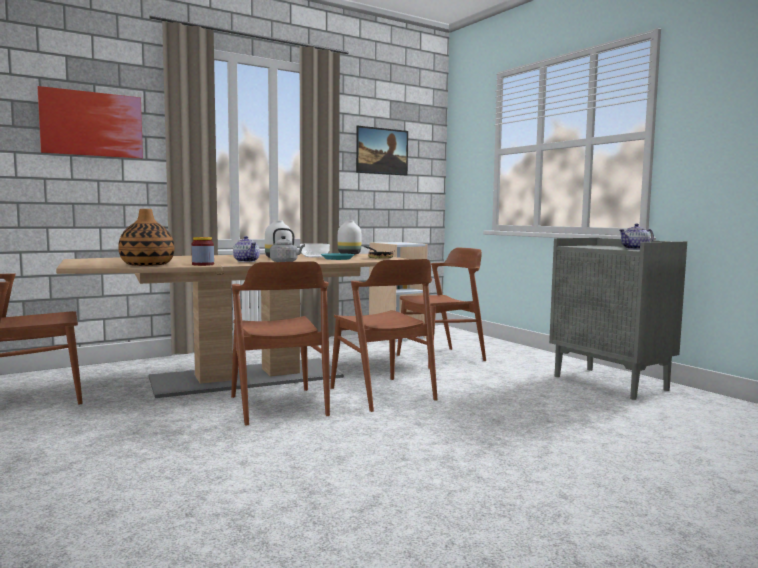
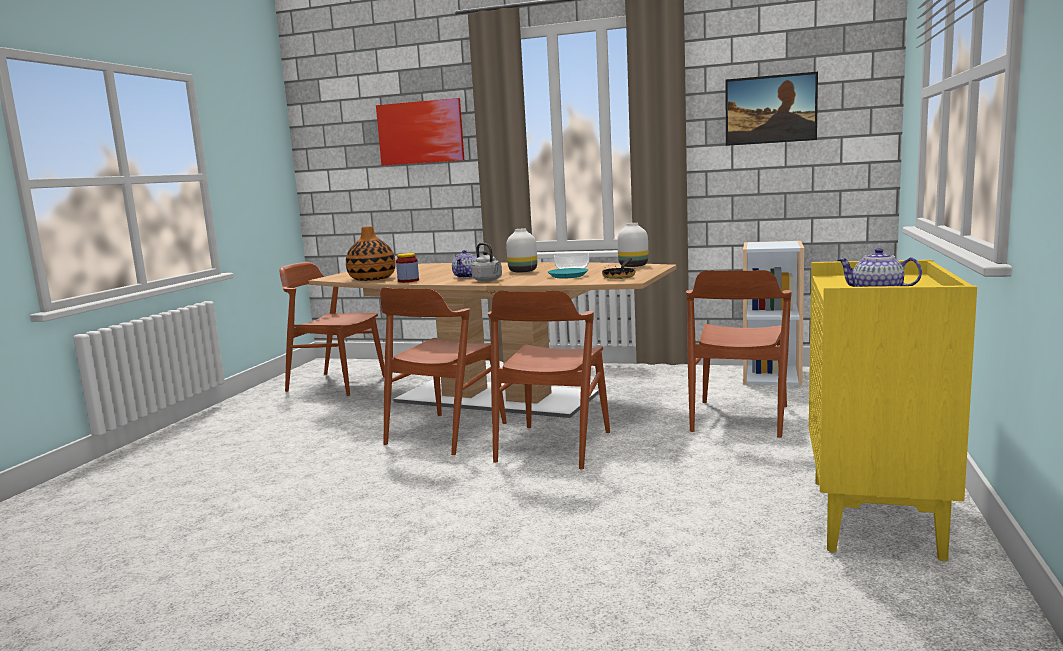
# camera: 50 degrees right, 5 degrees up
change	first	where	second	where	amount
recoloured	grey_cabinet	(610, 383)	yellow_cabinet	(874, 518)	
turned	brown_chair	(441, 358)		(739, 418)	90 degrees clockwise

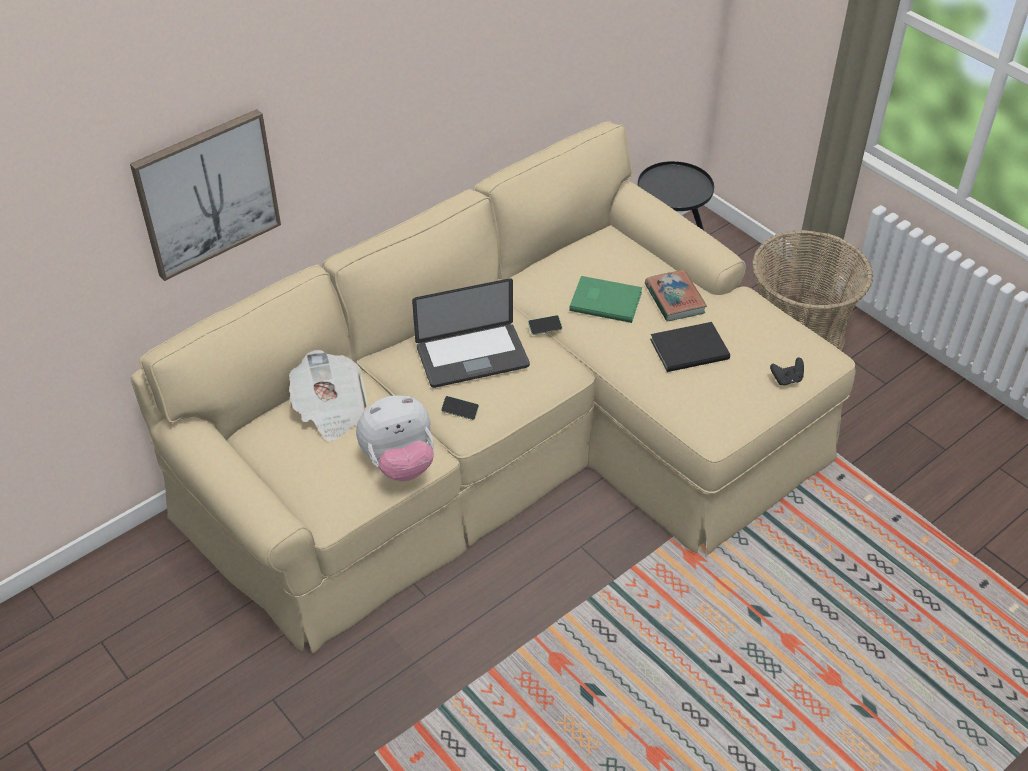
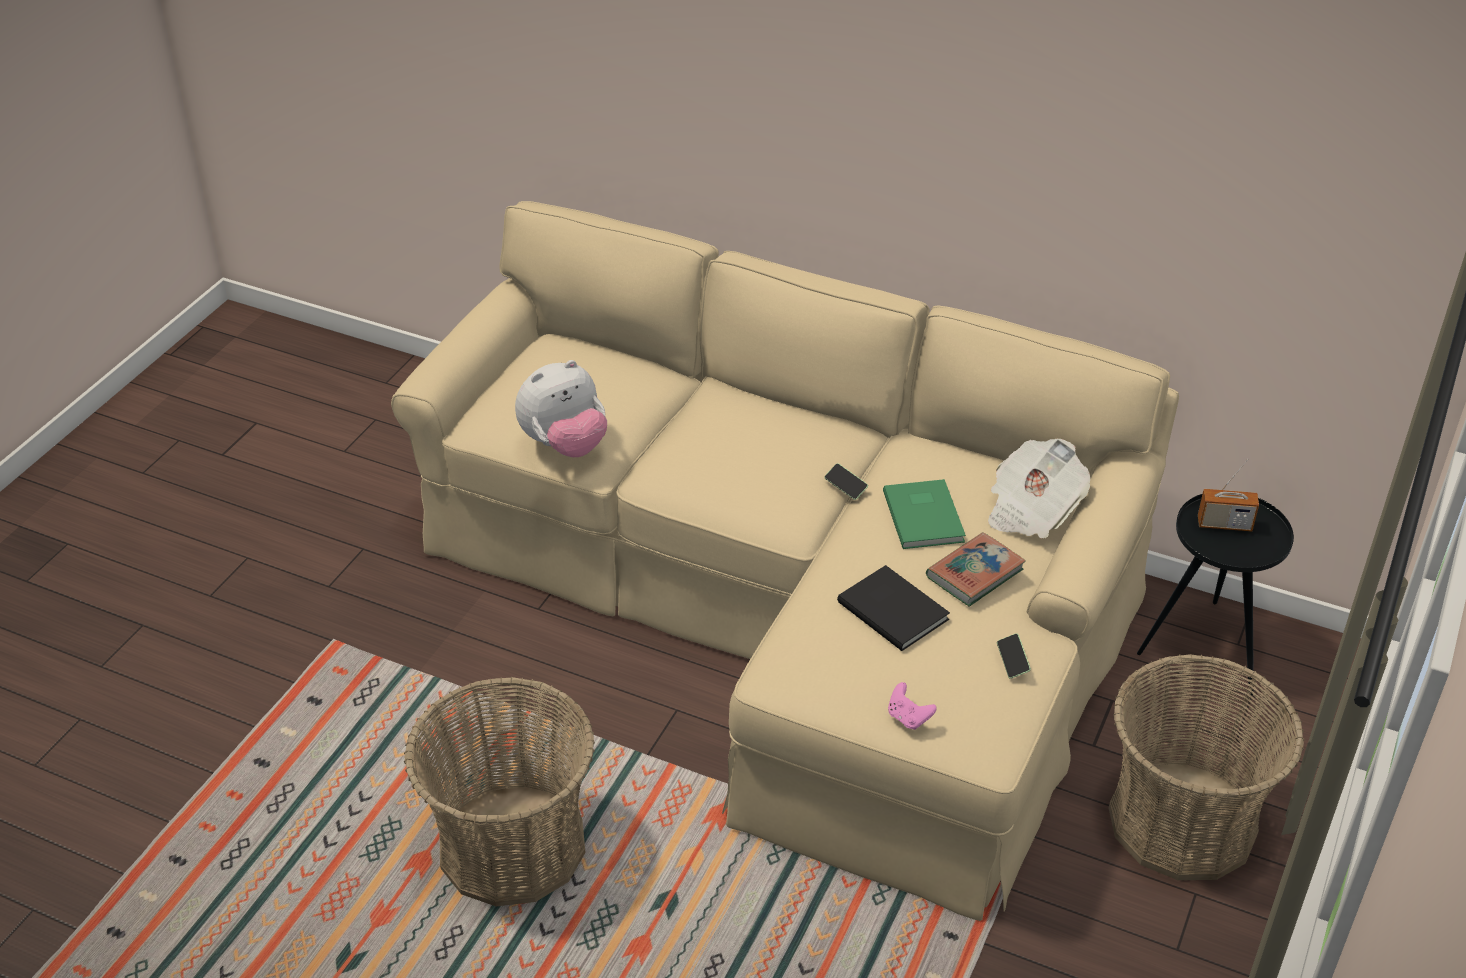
# camera: 65 degrees right, 5 degrees down
change	first	where	second	where	amount
removed	picture	(207, 193)			
removed	laptop	(472, 357)			
added			basket	(513, 846)	
added			radio	(1224, 524)	
moved	newspaper	(330, 410)		(1031, 509)	
moved	phone	(460, 411)		(1012, 661)	
recoloured	black_game_controller	(787, 379)	pink_game_controller	(908, 718)	
turned	plush_toy	(399, 463)		(565, 445)	75 degrees counterclockwise

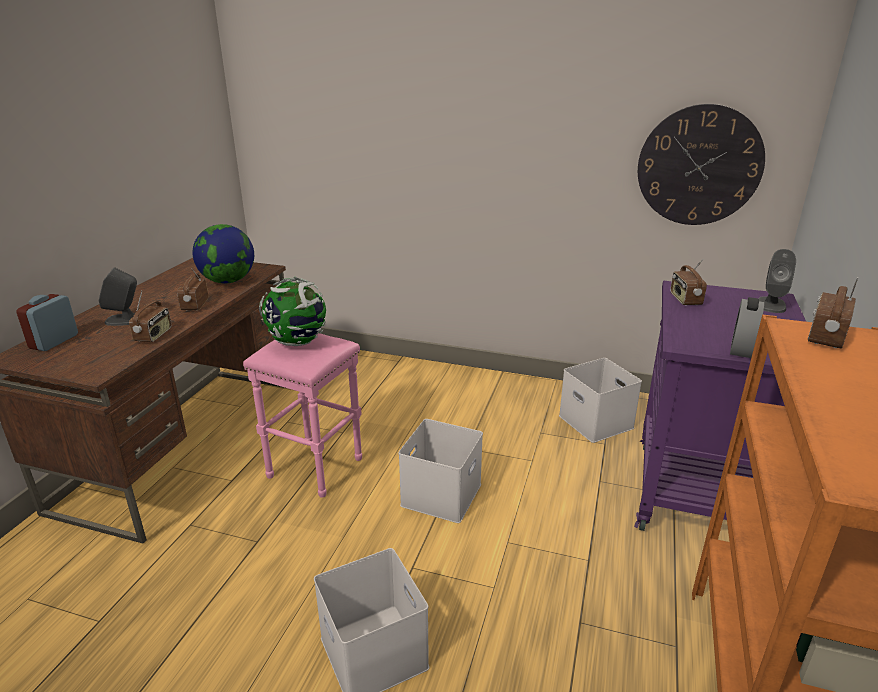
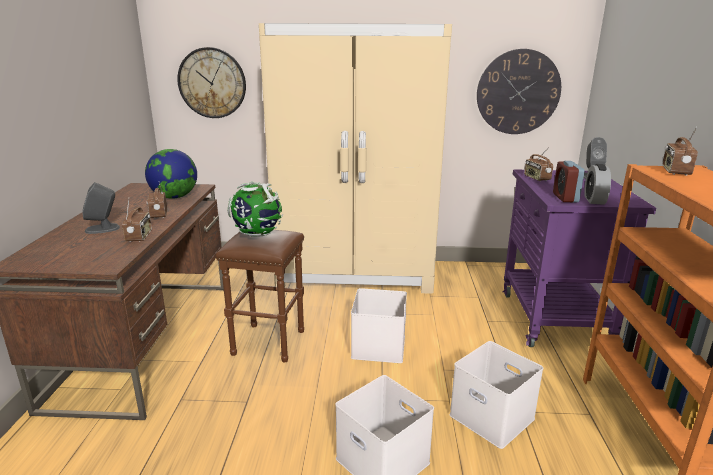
# camera: 15 degrees left, 5 degrees down
change	first	where	second	where	amount
added			wall_clock	(212, 83)	
added			beige_cabinet	(356, 276)	
moved	alarm_clock	(54, 341)		(565, 198)	
moved	white_storage_box	(597, 422)		(494, 417)	
recoloured	pink_stool	(315, 469)	brown_stool	(269, 343)	

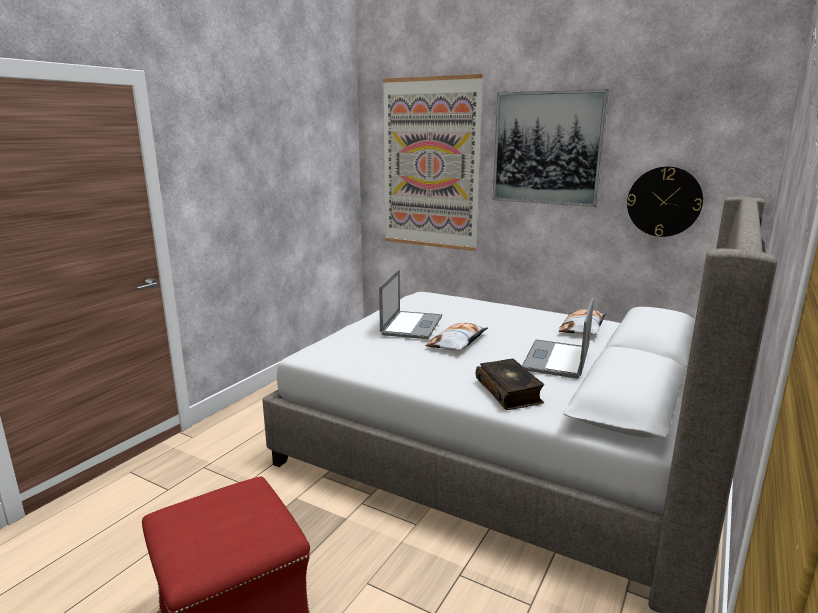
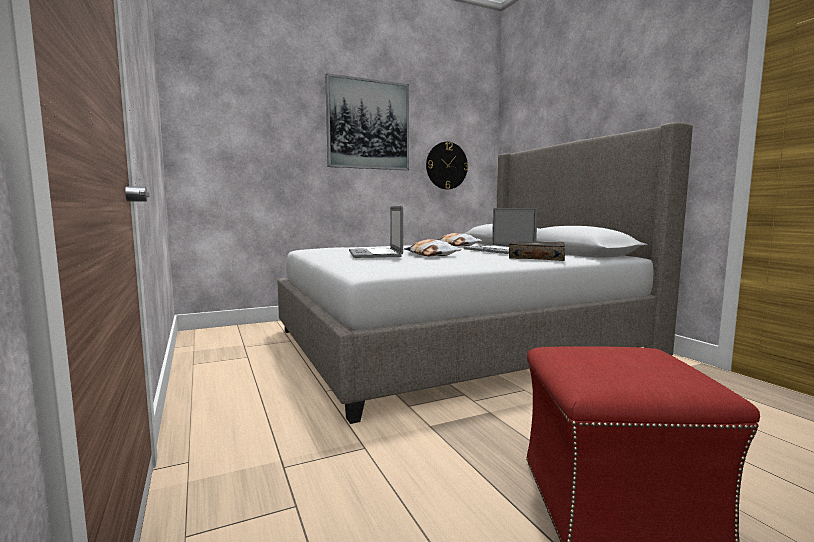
# camera: 55 degrees left, 10 degrees down
change	first	where	second	where	amount
removed	picture	(430, 164)			
turned	laptop	(412, 325)		(374, 254)	150 degrees counterclockwise

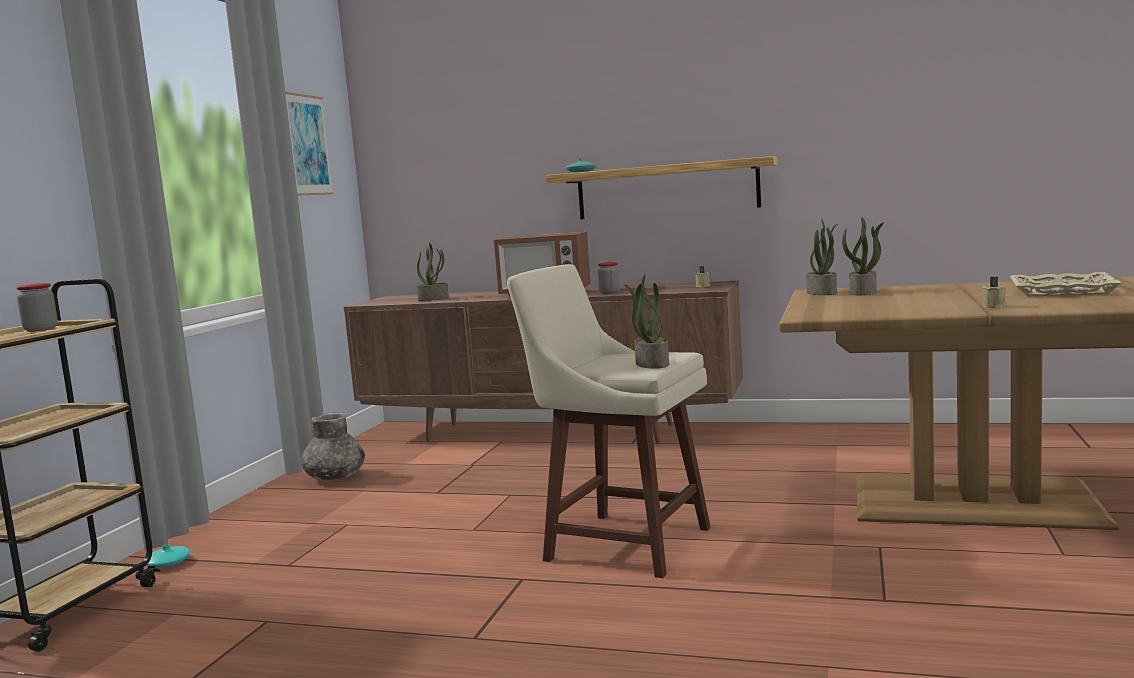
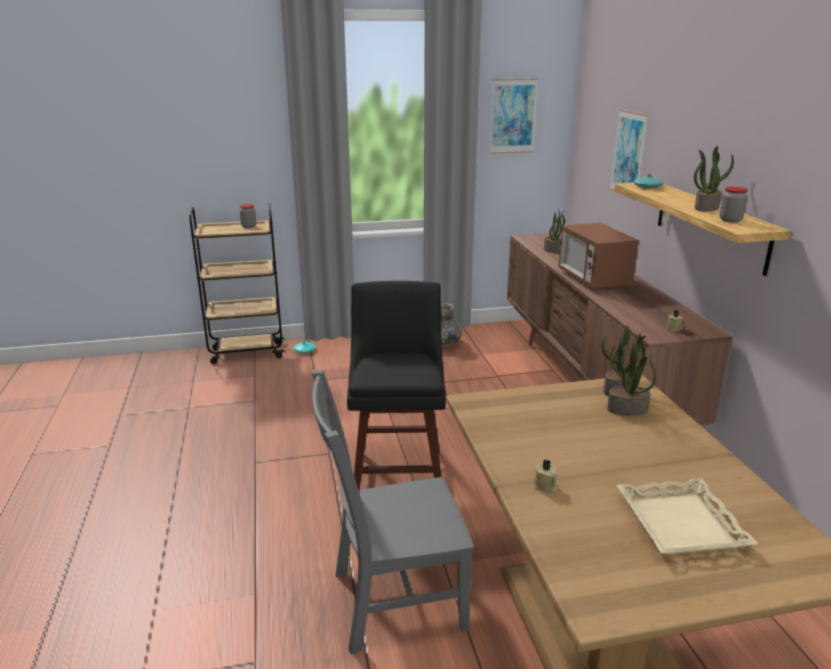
# camera: 60 degrees right, 15 degrees up
change	first	where	second	where	amount
added			grey_chair	(392, 601)	
added			picture	(628, 154)	
moved	jar	(609, 293)		(730, 220)	
moved	potted_plant	(651, 364)		(706, 208)	
recoloured	beige_stool	(621, 542)	black_stool	(398, 471)	

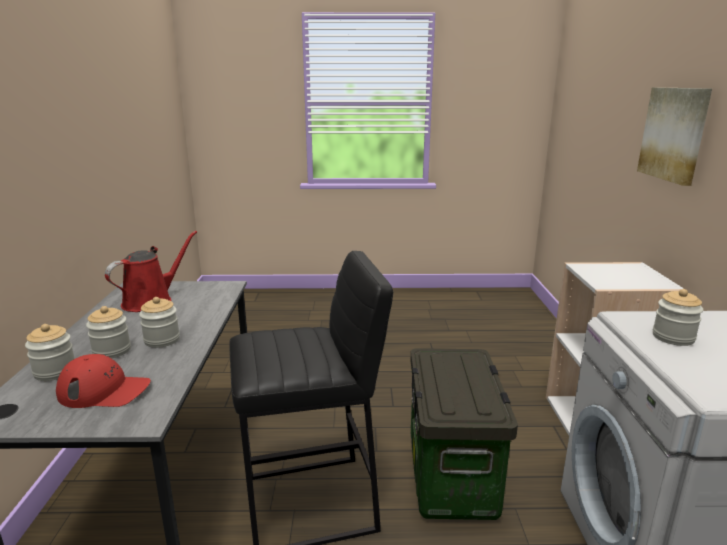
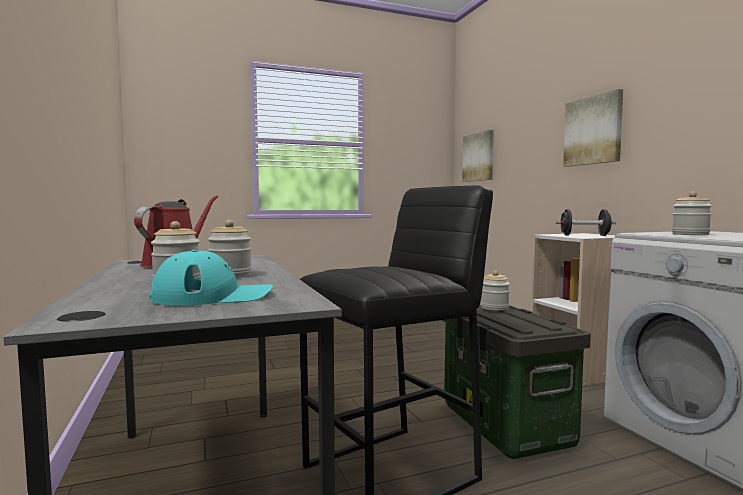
# camera: 20 degrees left, 15 degrees down
change	first	where	second	where	amount
added			picture	(479, 157)	
added			black_dumbbell	(584, 235)	
moved	jar	(55, 371)		(494, 307)	
recoloured	red_cap	(104, 390)	turquoise_cap	(213, 296)	

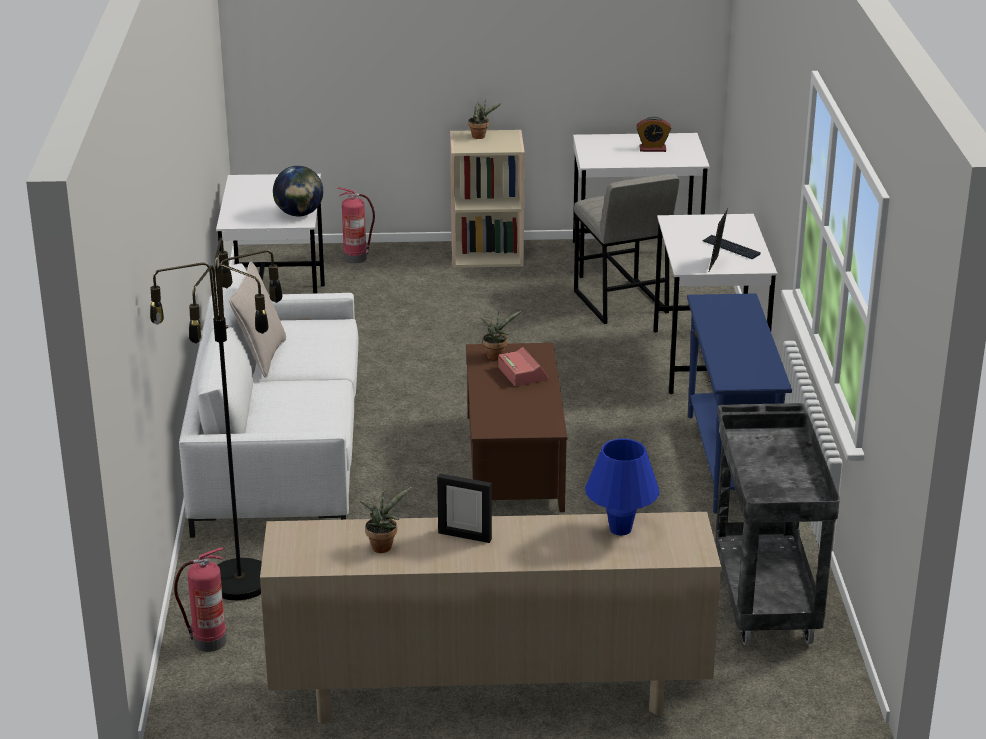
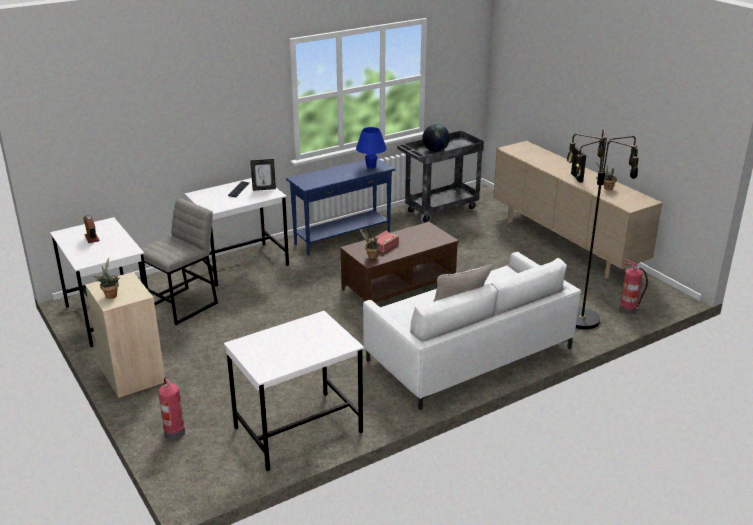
# camera: 120 degrees left, 0 degrees up
change	first	where	second	where	amount
moved	globe	(299, 214)		(435, 151)	
moved	blue_table_lamp	(620, 529)		(371, 166)	

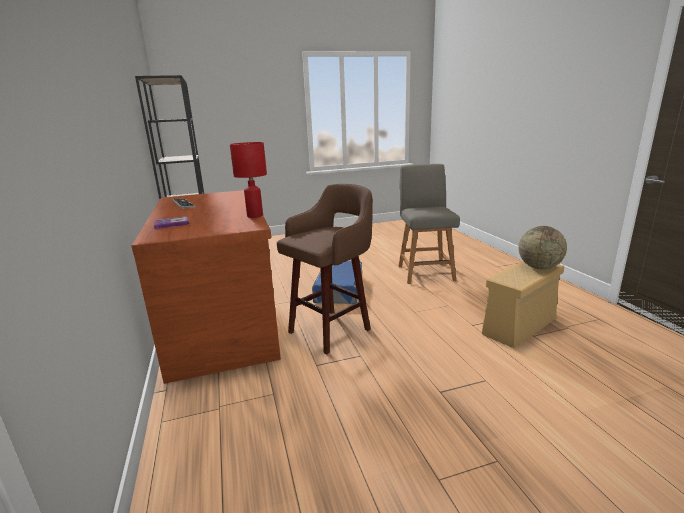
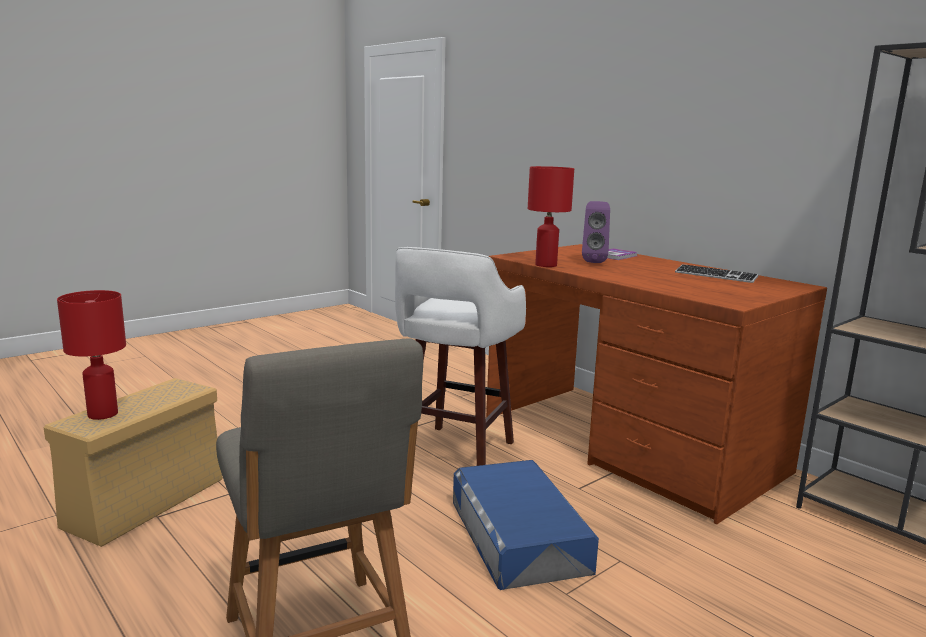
# camera: 155 degrees right, 5 degrees down
change	first	where	second	where	amount
added			purple_speaker	(593, 262)	
replaced	globe	(539, 267)	red_table_lamp	(102, 414)	
recoloured	brown_stool	(332, 330)	white_stool	(455, 454)	

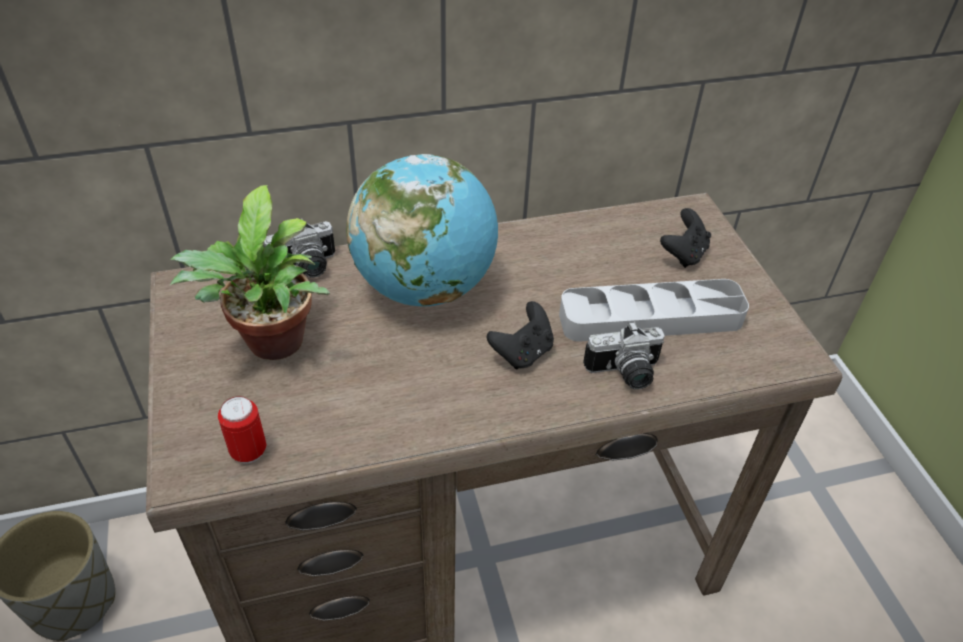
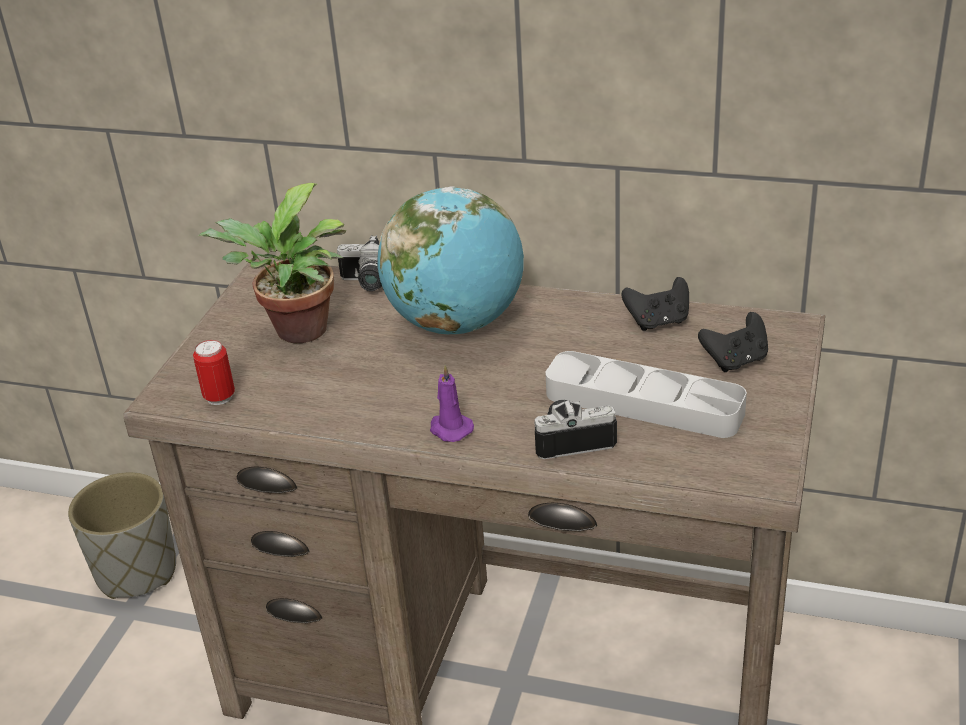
# camera: 35 degrees right, 10 degrees down
change	first	where	second	where	amount
added			purple_candle	(449, 429)	
moved	black_game_controller	(522, 353)		(658, 322)	
turned	photo_camera	(625, 374)		(572, 439)	150 degrees clockwise

